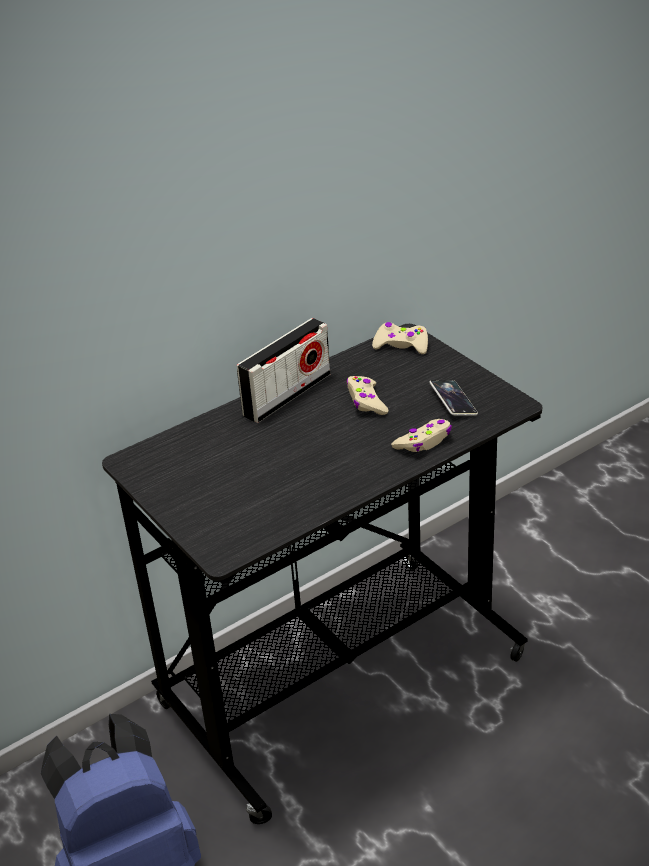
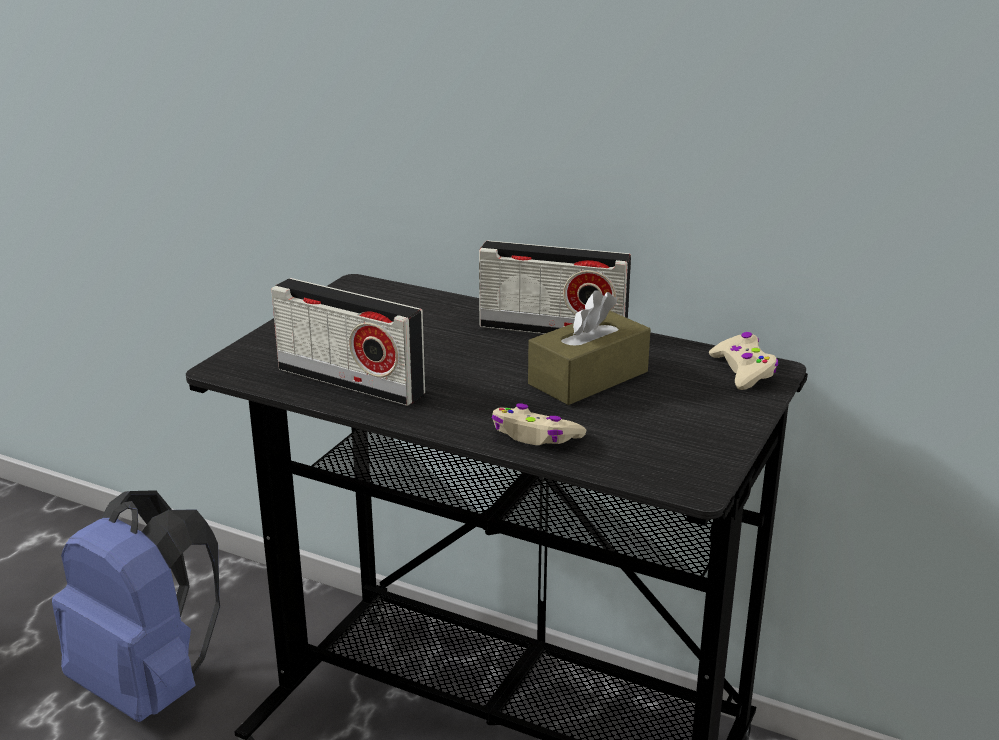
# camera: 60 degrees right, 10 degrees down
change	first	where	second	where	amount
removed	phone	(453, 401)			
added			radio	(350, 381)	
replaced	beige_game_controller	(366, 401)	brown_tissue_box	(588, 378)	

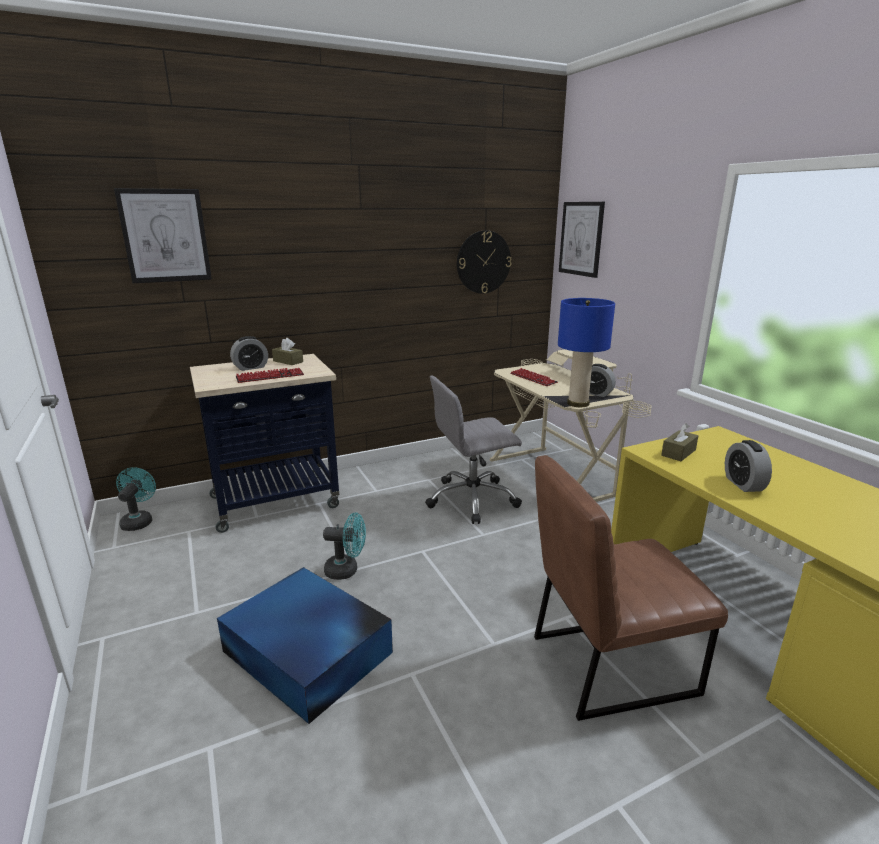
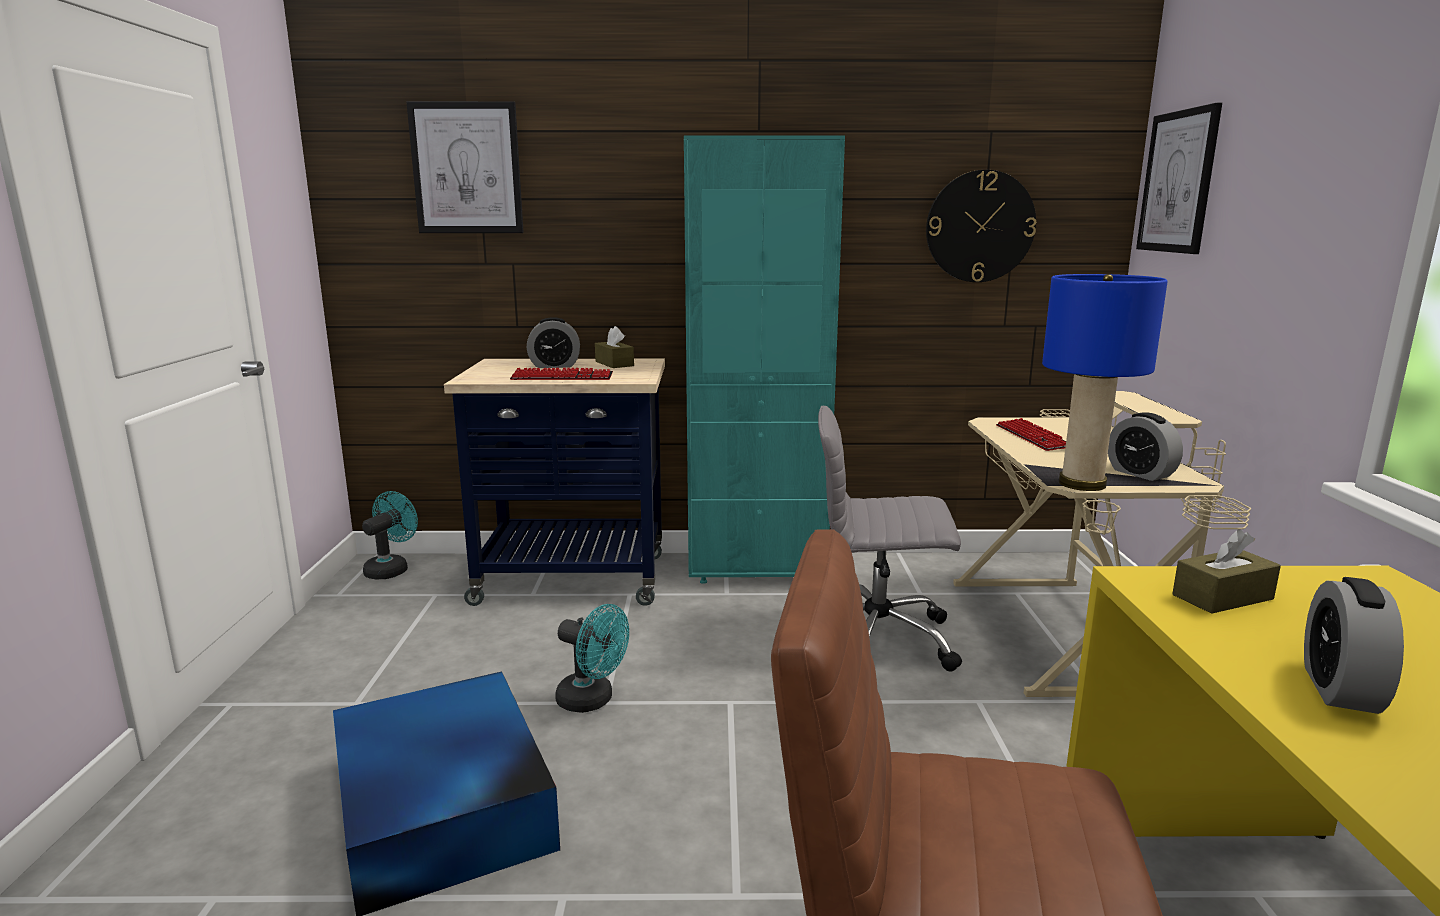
# camera: 25 degrees right, 5 degrees down
change	first	where	second	where	amount
added			turquoise_cabinet	(757, 572)	

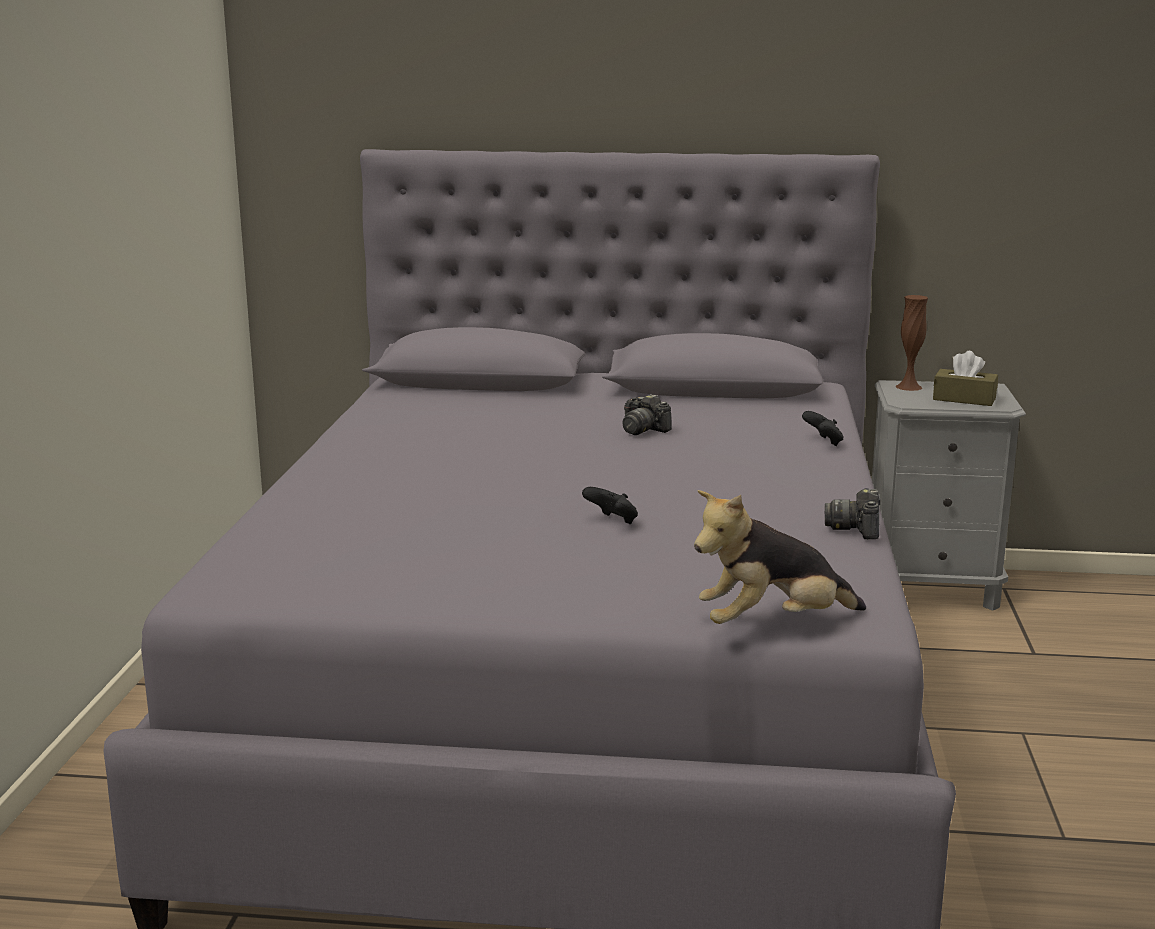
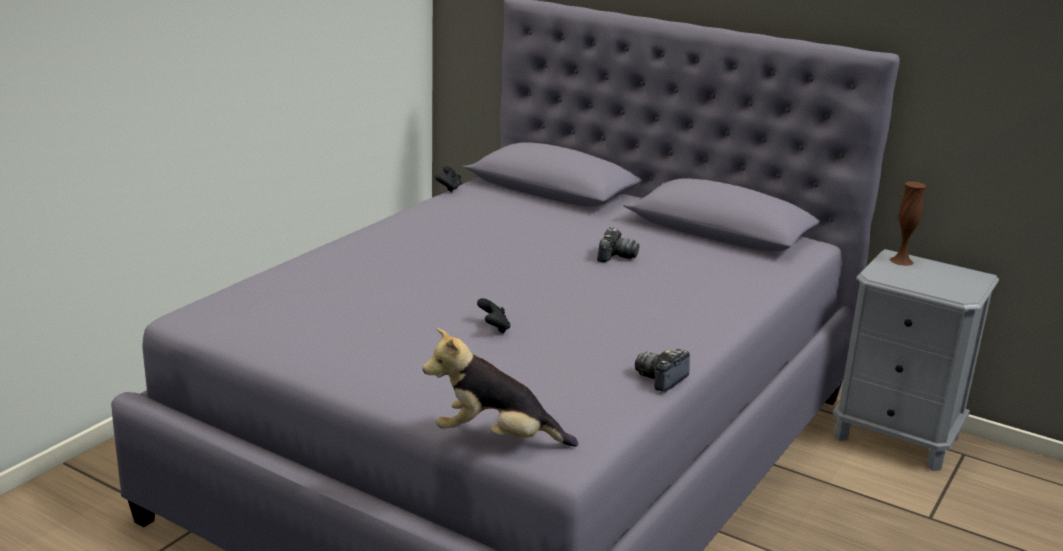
# camera: 25 degrees right, 5 degrees up
change	first	where	second	where	amount
removed	brown_tissue_box	(964, 399)			
moved	black_game_controller	(823, 442)		(449, 188)	
turned	photo_camera	(643, 430)		(615, 256)	135 degrees counterclockwise

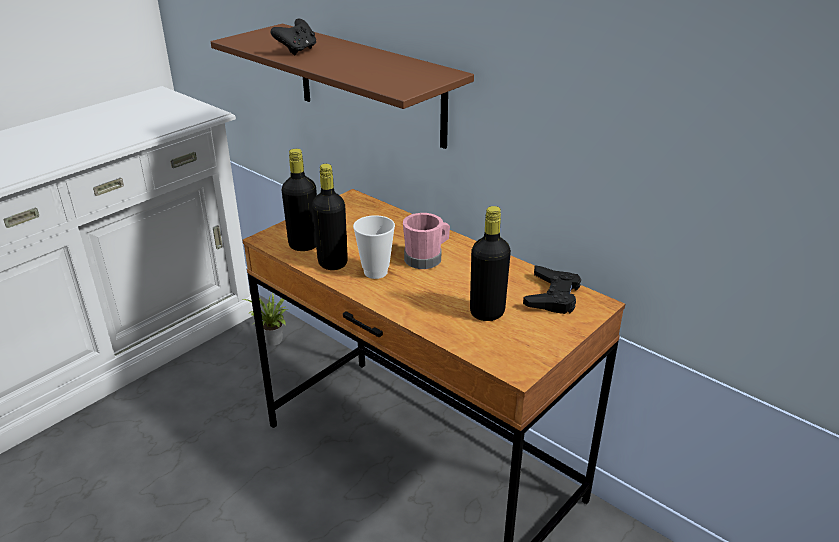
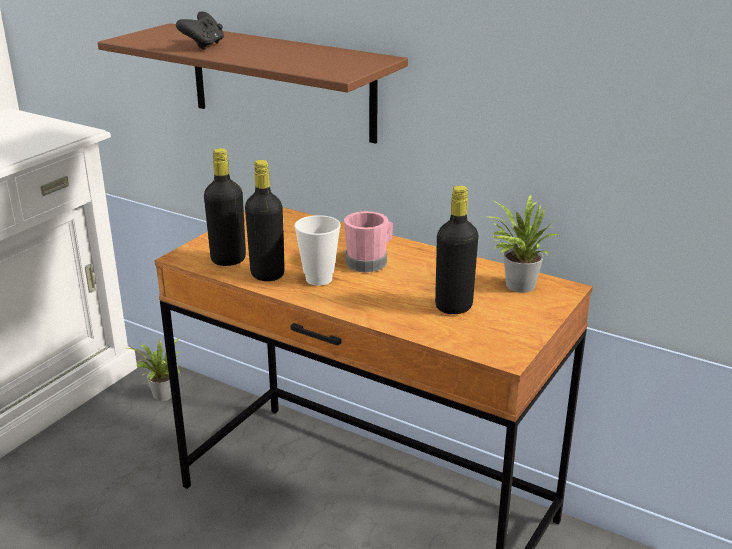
# camera: 10 degrees left, 5 degrees down
change	first	where	second	where	amount
replaced	black_game_controller	(552, 296)	potted_plant	(516, 285)	

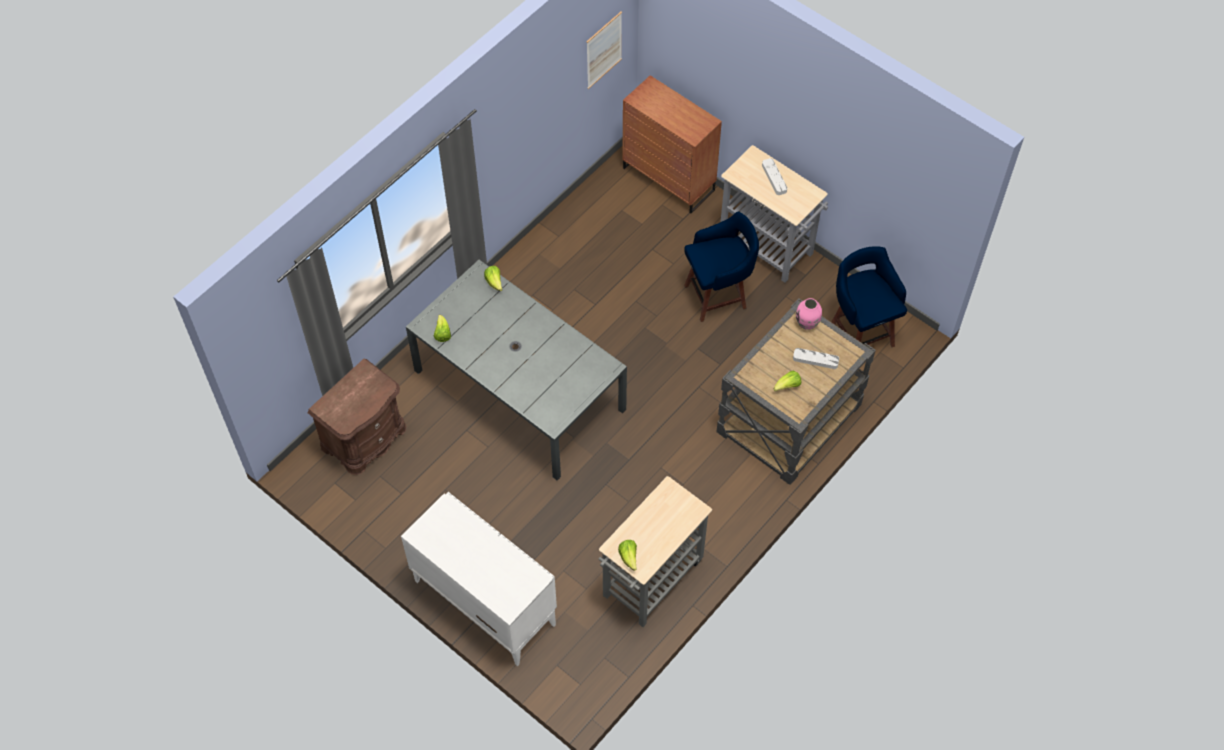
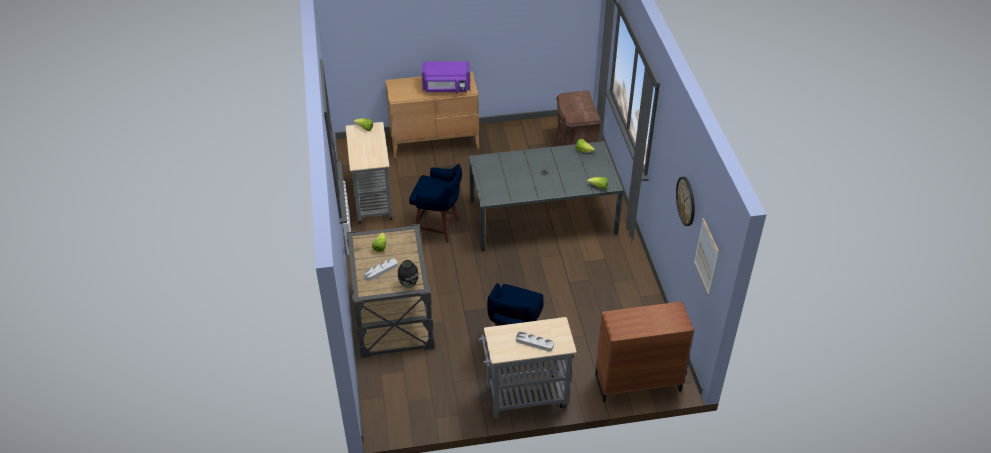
# camera: 130 degrees right, 15 degrees down
change	first	where	second	where	amount
added			purple_microwave	(446, 88)	
added			wall_clock	(686, 201)	
moved	blue_stool	(860, 333)		(438, 228)	
recoloured	white_cabinet	(484, 602)	brown_cabinet	(434, 142)	
recoloured	pink_vase	(807, 323)	black_vase	(408, 284)	

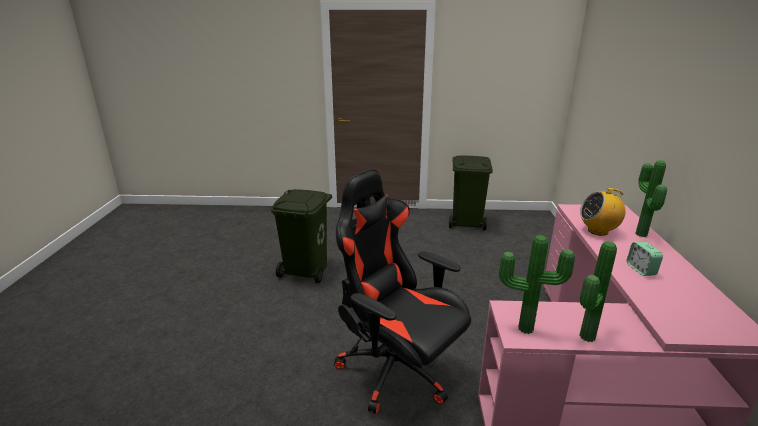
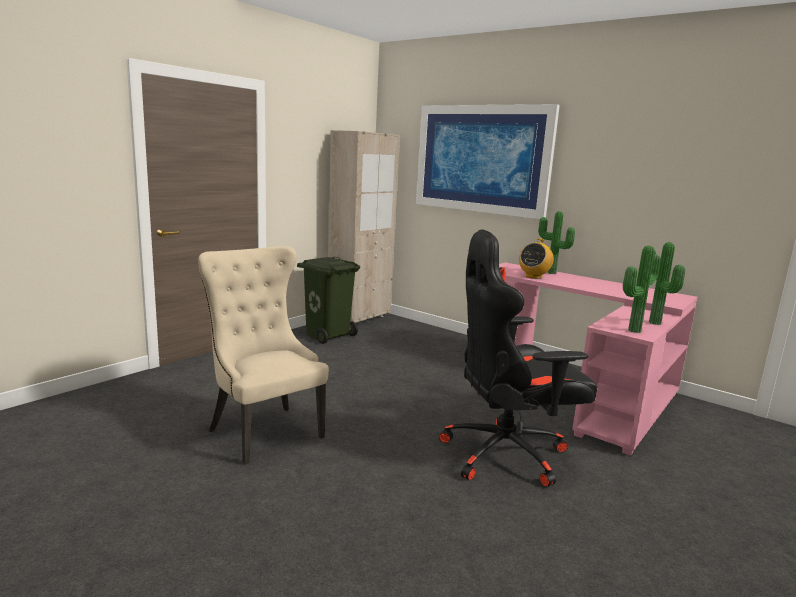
# camera: 55 degrees left, 10 degrees down
change	first	where	second	where	amount
removed	alarm_clock	(641, 270)			
added			beige_cabinet	(359, 318)	
added			picture	(481, 159)	
replaced	green_trash_can	(307, 270)	beige_chair	(265, 432)	

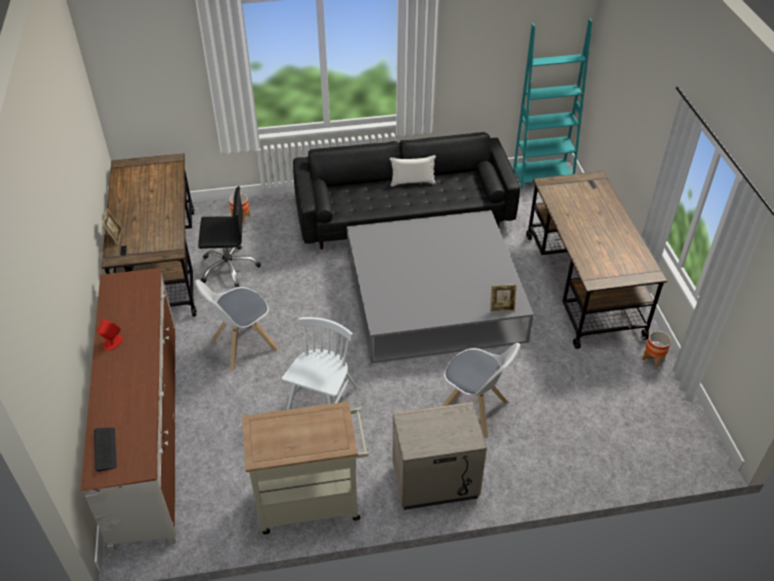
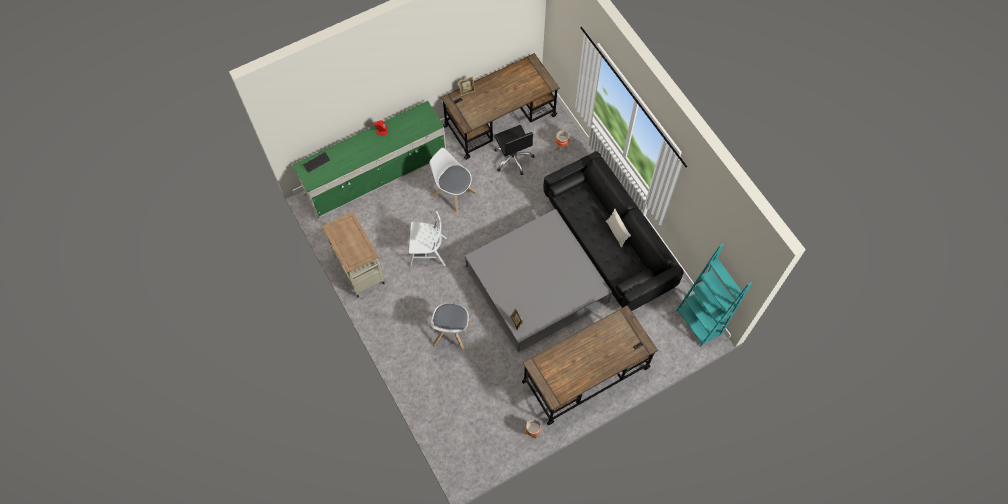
# camera: 70 degrees right, 20 degrees up
change	first	where	second	where	amount
removed	beige_nightstand	(435, 482)			
recoloured	brown_cabinet	(147, 434)	green_cabinet	(376, 176)	

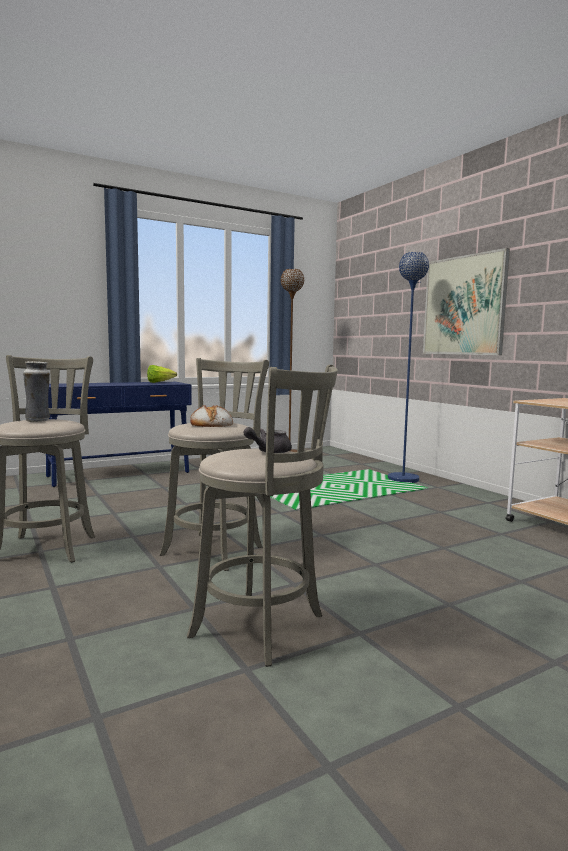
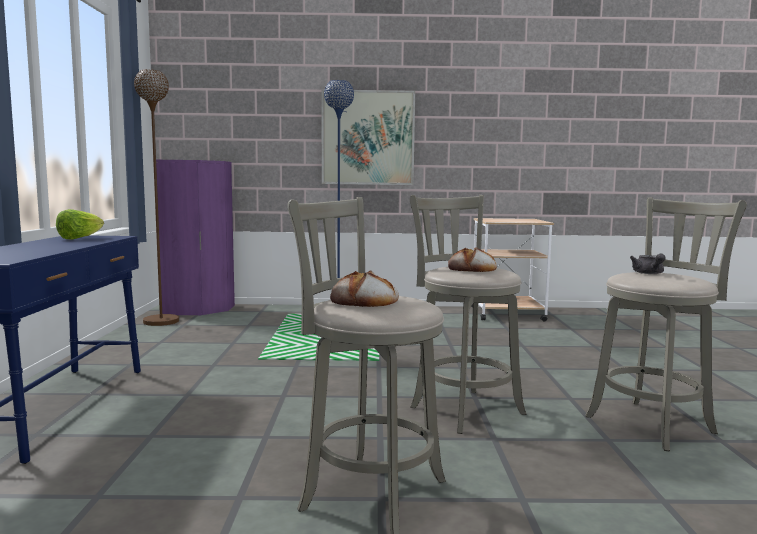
# camera: 60 degrees left, 0 degrees up
change	first	where	second	where	amount
added			purple_cabinet	(199, 309)	
replaced	vase	(38, 420)	bread	(365, 301)	

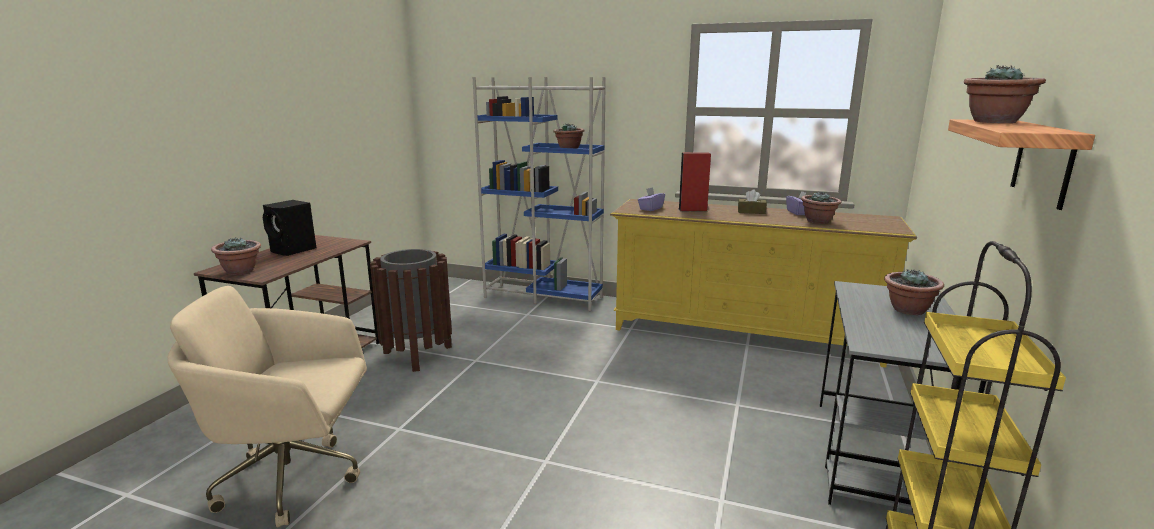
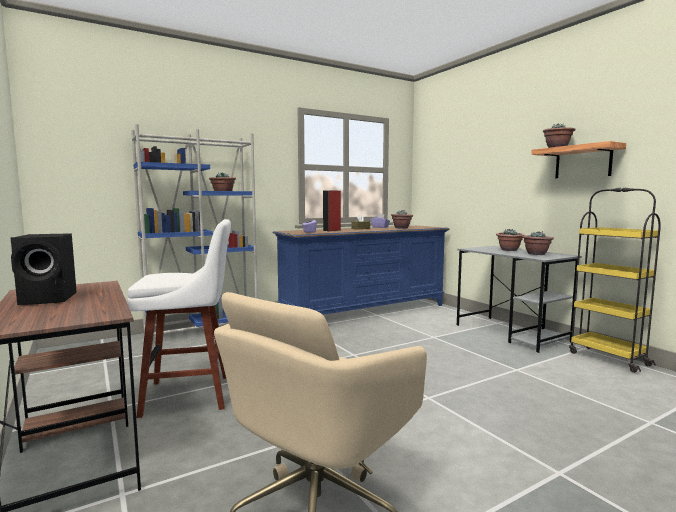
# camera: 50 degrees left, 10 degrees down
change	first	where	second	where	amount
moved	potted_plant	(241, 271)		(536, 254)	
replaced	brown_trash_can	(417, 355)	white_stool	(190, 395)	
recoloured	yellow_cabinet	(743, 334)	blue_cabinet	(365, 311)	

